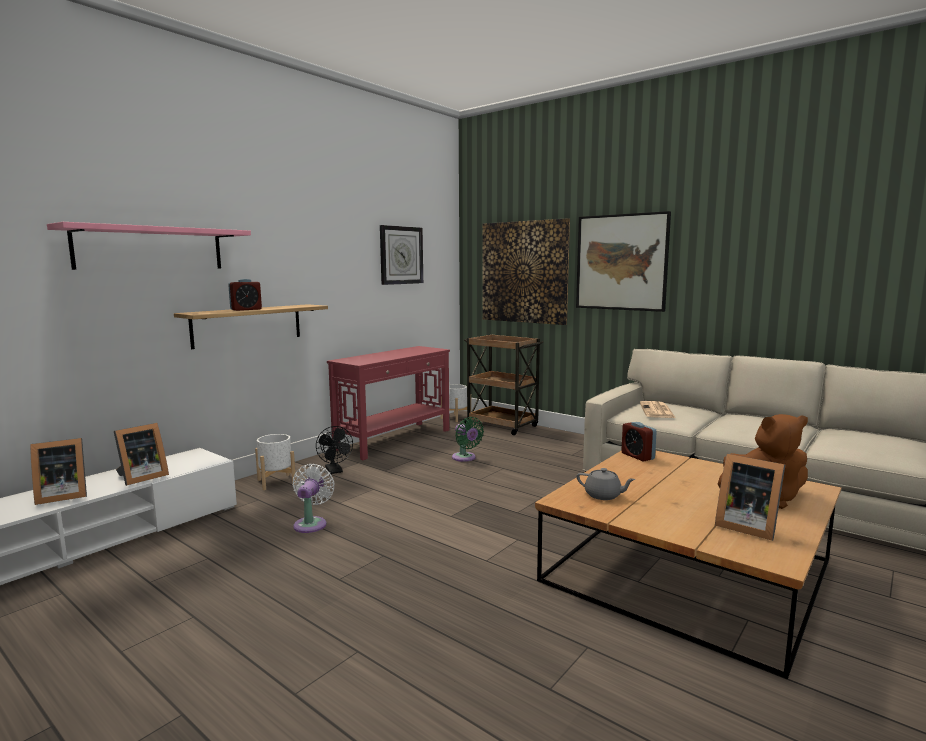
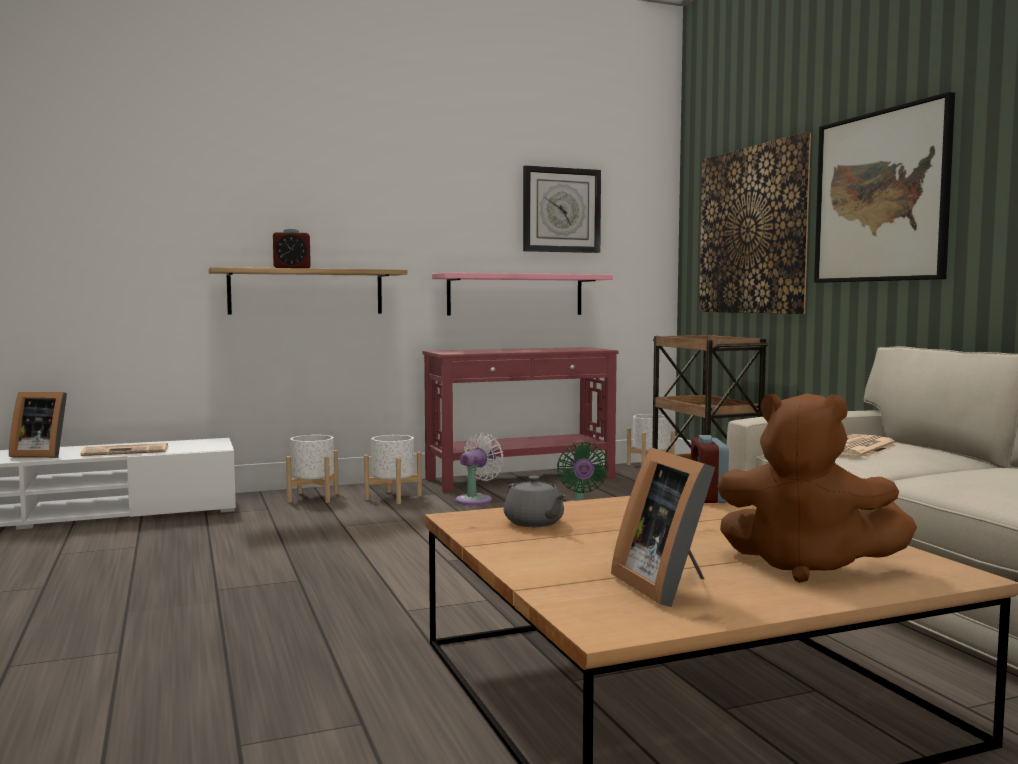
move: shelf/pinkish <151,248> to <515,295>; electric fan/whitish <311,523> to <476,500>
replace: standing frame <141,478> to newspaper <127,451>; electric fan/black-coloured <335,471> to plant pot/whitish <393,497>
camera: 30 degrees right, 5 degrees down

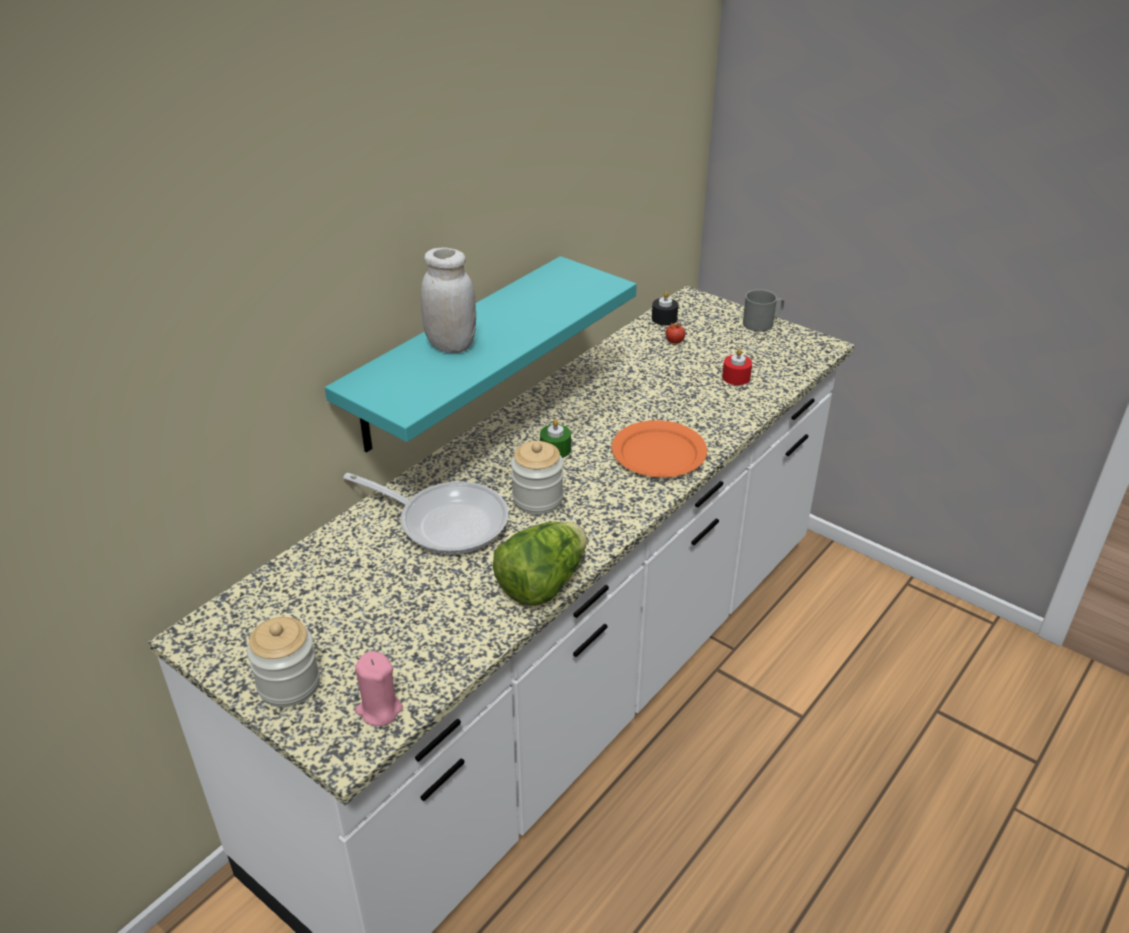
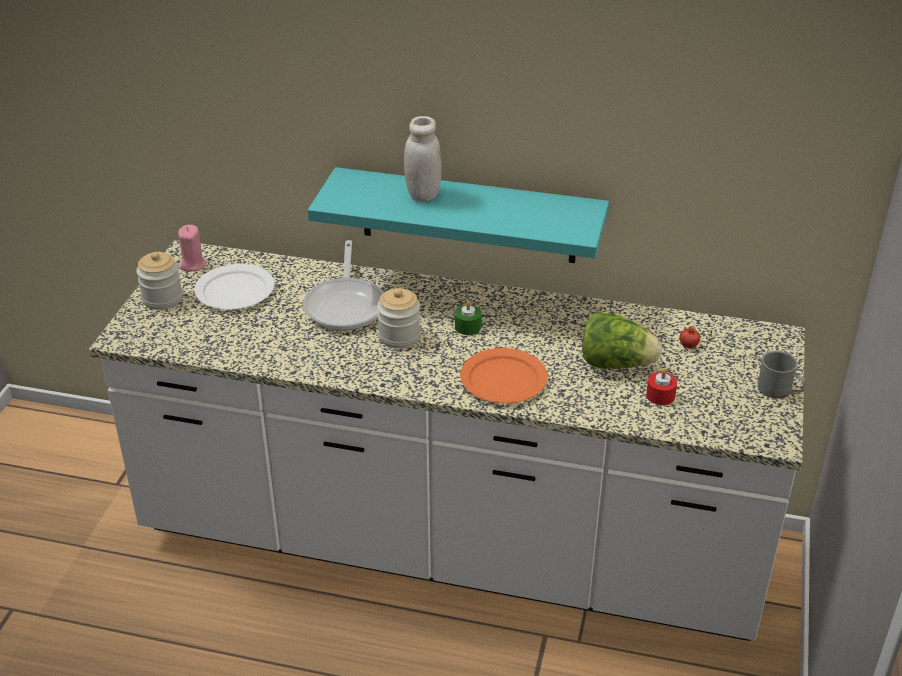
delete: wax light/black-coloured <664,319>
insert: dinner plate/whitish <235,291>
move: wax light/pinkish <379,709> to <192,264>; head of lettuce <542,584> to <616,364>
camera: 65 degrees right, 0 degrees up

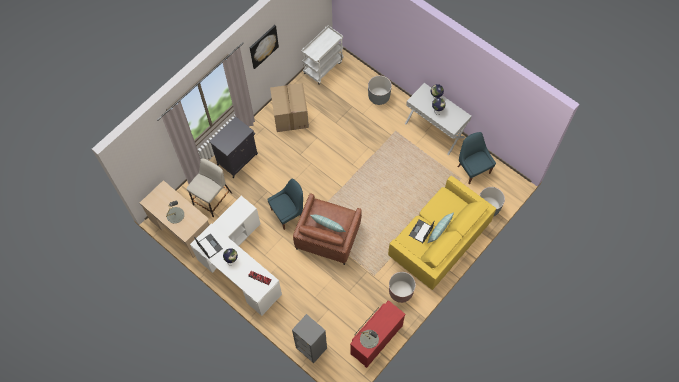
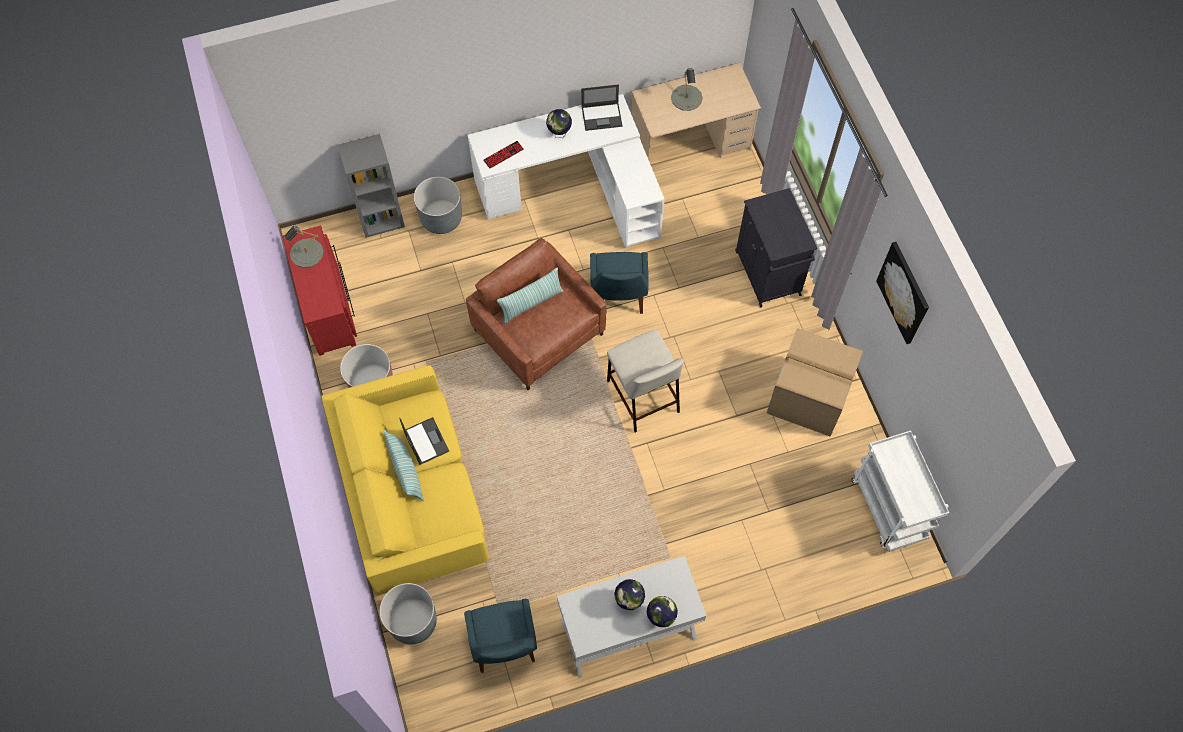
move: stool/beige <212,199> to <642,395>; plant pot/gray <379,96> to <441,218>
rotate: chair/bluish <473,169> = <504,646> 75 degrees clockwise
camera: 120 degrees right, 0 degrees up

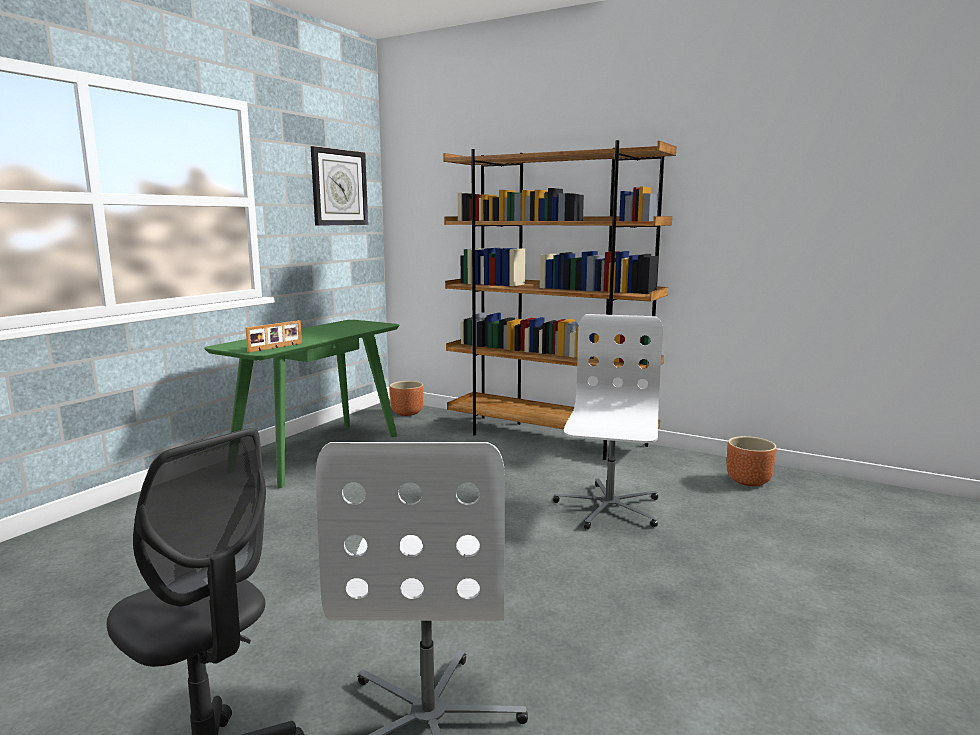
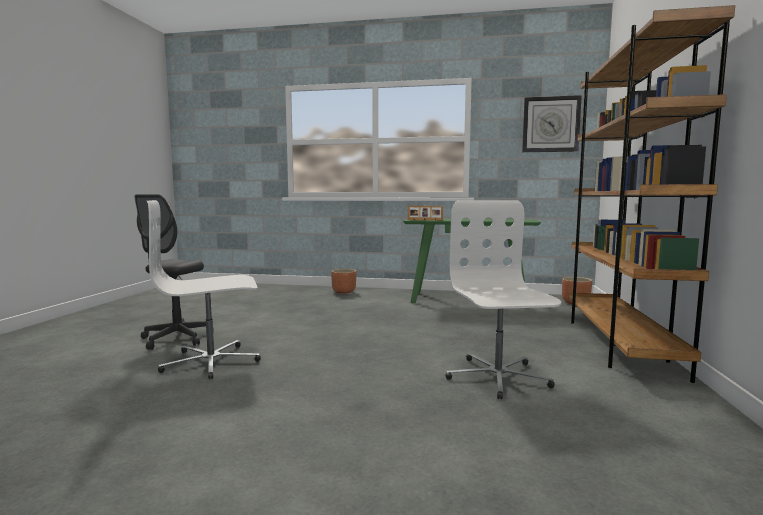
move: plant pot/brown <749,481> to <344,292>
rotate: desk chair/whitish <608,508> = <497,377> 90 degrees counterclockwise
camera: 70 degrees right, 5 degrees down

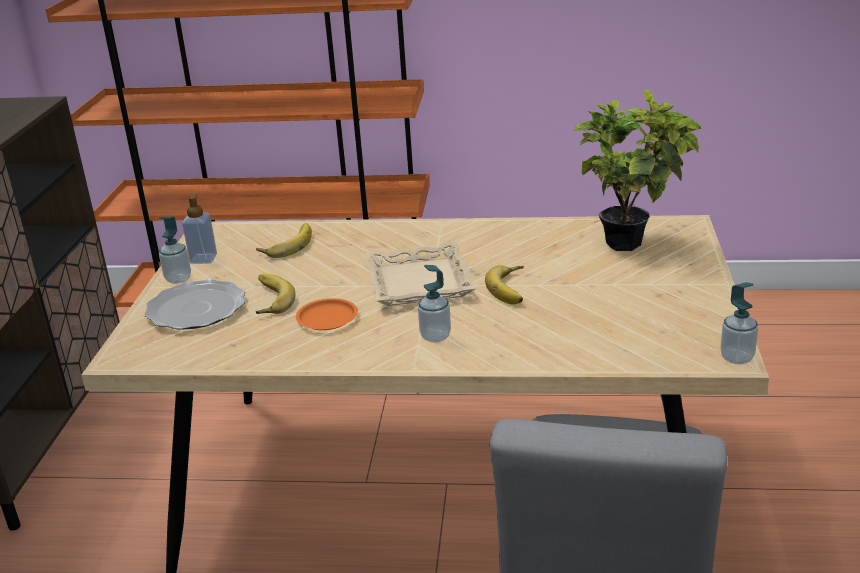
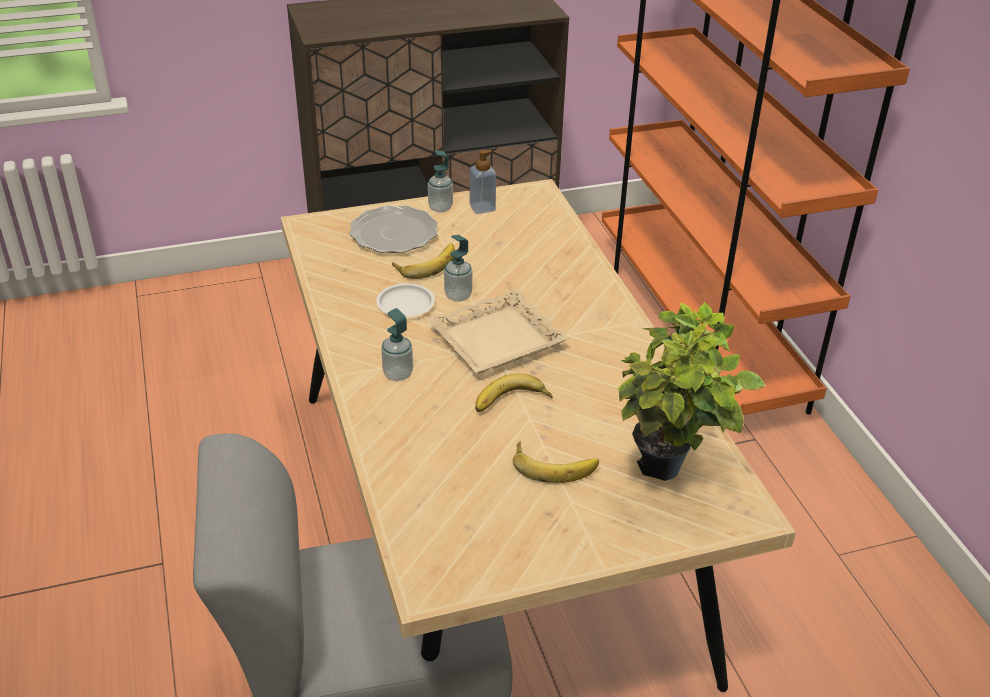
move: whole banana <287,244> to <554,464>; soap bottle <736,358> to <458,296>
recolor: dinner plate/orangey <327,319> to dinner plate/whitish <405,305>
camera: 65 degrees right, 10 degrees up

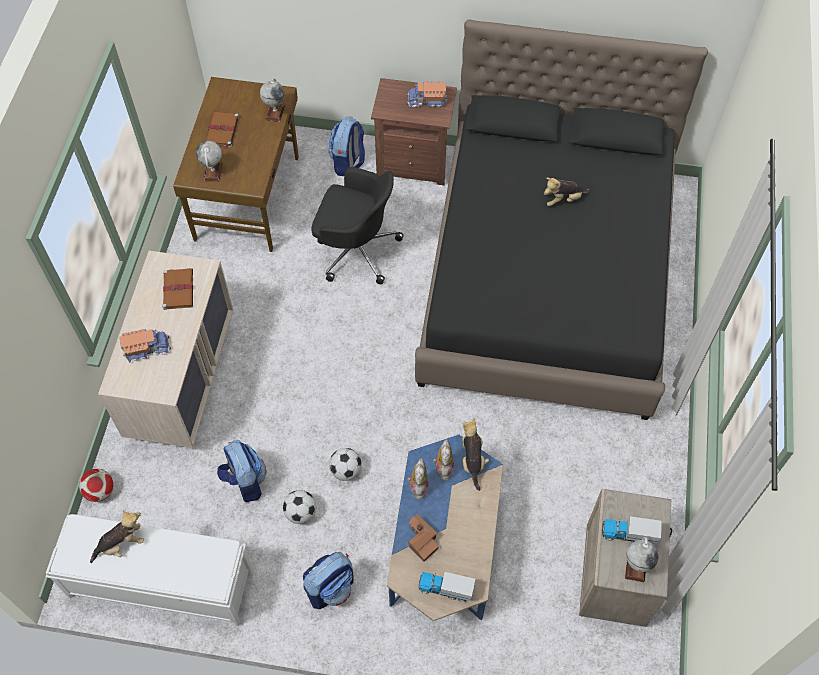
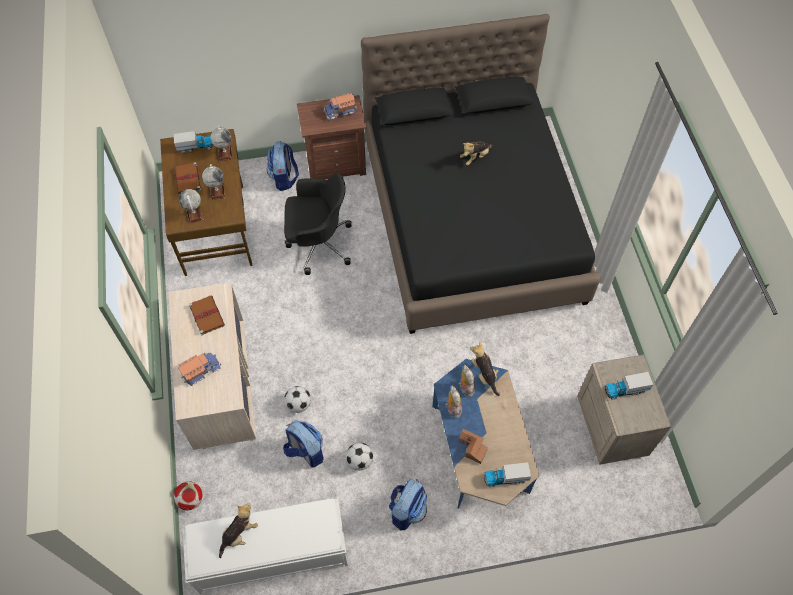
insert: toy lorry <195,147>
move: ball for football <346,470> to <298,404>; desk globe <635,566> to <217,191>
camera: 20 degrees left, 0 degrees up

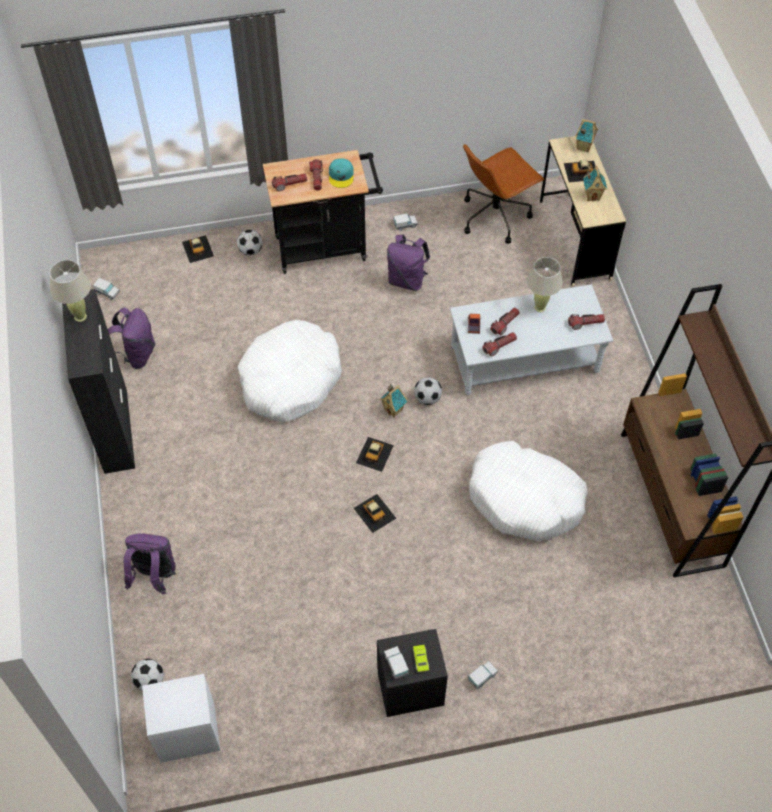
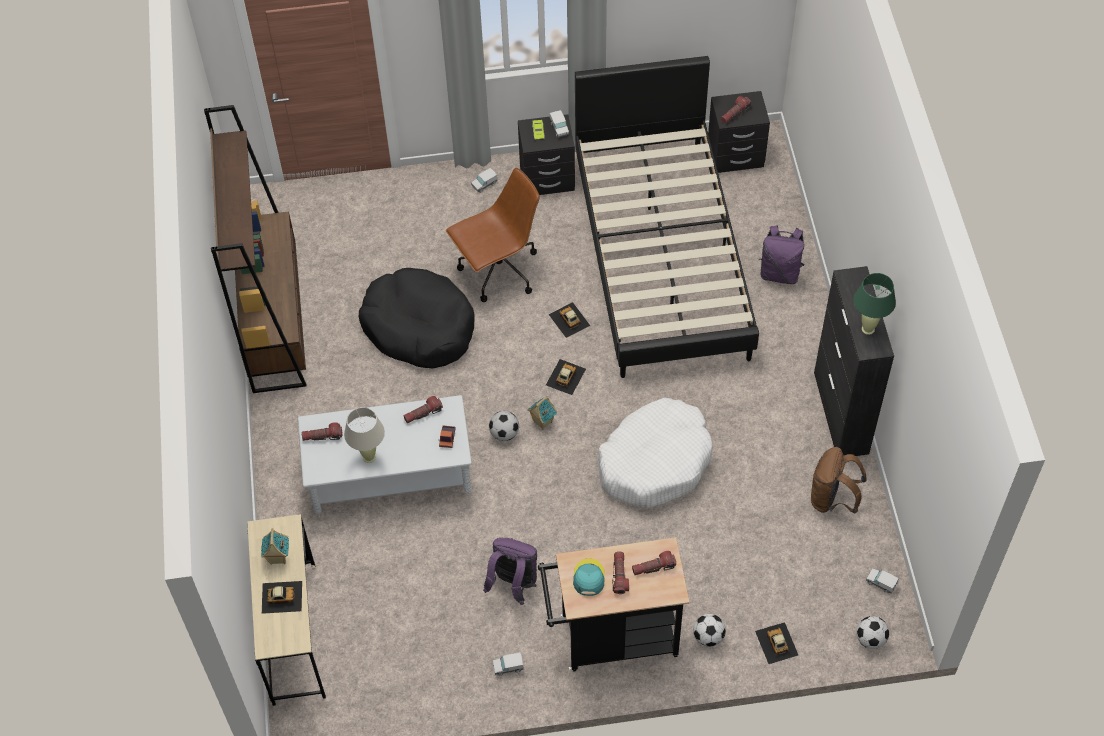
delete: model house <583,147>
insert: sleeping bed/black-coloured <661,256>
move: ball for football <150,680> to <870,639>; desk chair/brown <495,216> to <498,272>; hand torch <505,324> to <735,113>
recolor: table lamp/beige <80,316> to table lamp/greenish <867,329>; rucksack/purple-coloured <136,355> to rucksack/brown <832,499>; night table/whitish <188,733> to night table/black-coloured <735,155>; pet bed/whitish <525,499> to pet bed/black-coloured <419,327>
camera: 175 degrees left, 0 degrees up

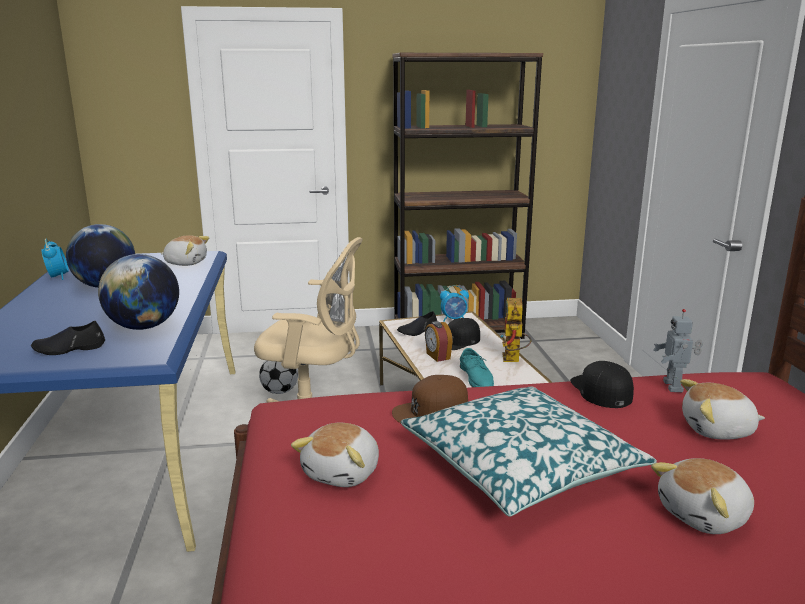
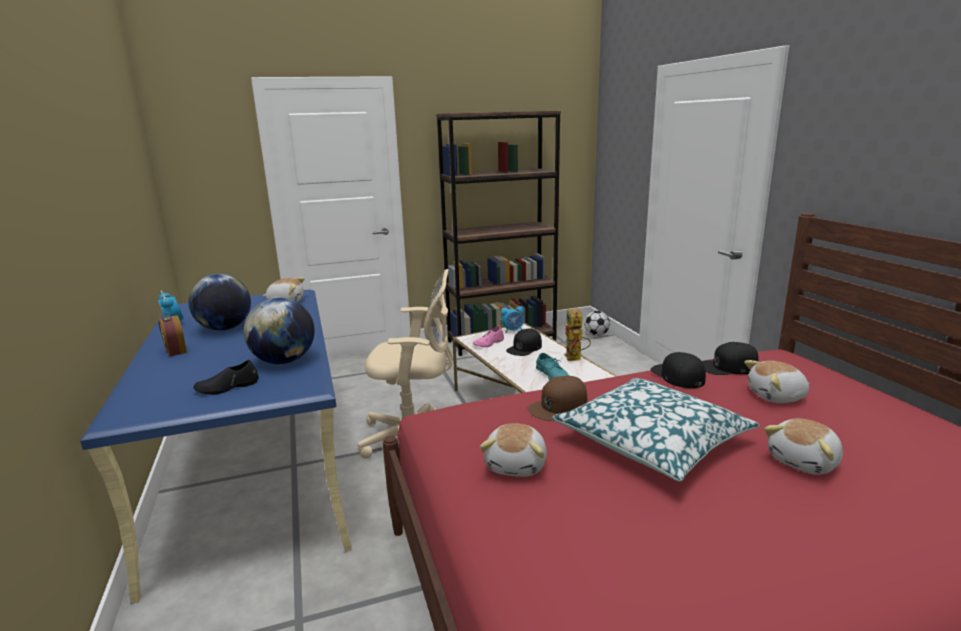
move: ball for football <279,392> to <596,335>; bedside clock <437,356> to <175,351>
replace: robot figure <674,386> to cap/black-coloured <728,367>
recolor: low shoe/black-coloured <418,331> to low shoe/pinkish <488,343>
camera: 10 degrees left, 0 degrees up

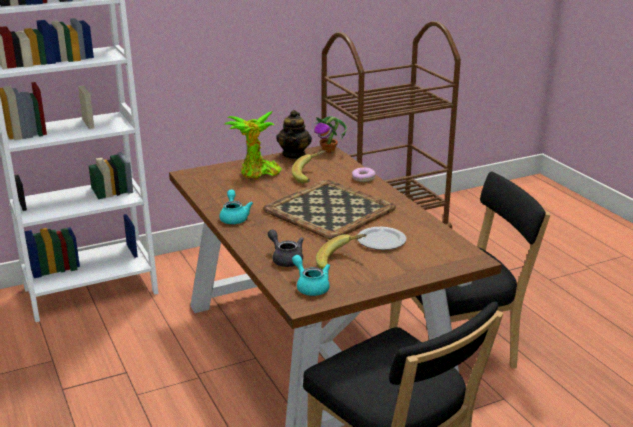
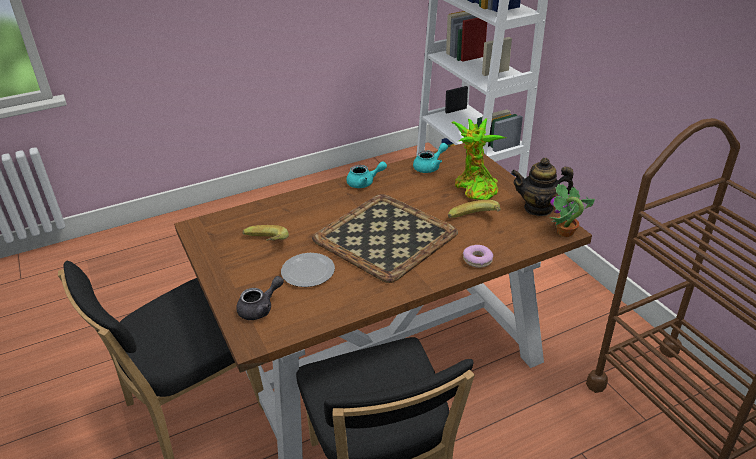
move: pot for tea/gray <285,259> to <260,308>; pot for tea/blue-green <310,286> to <430,167>
camera: 90 degrees right, 10 degrees up

